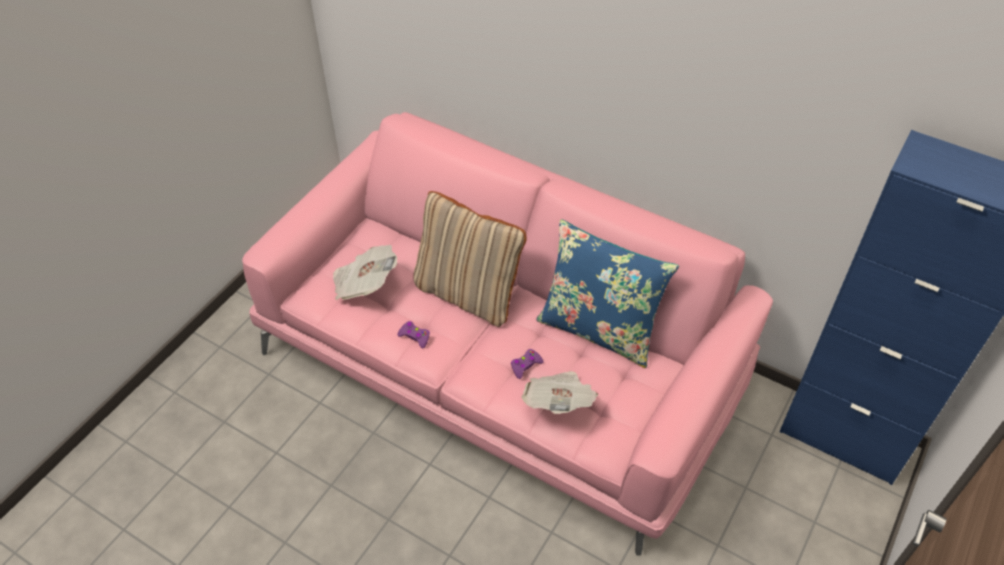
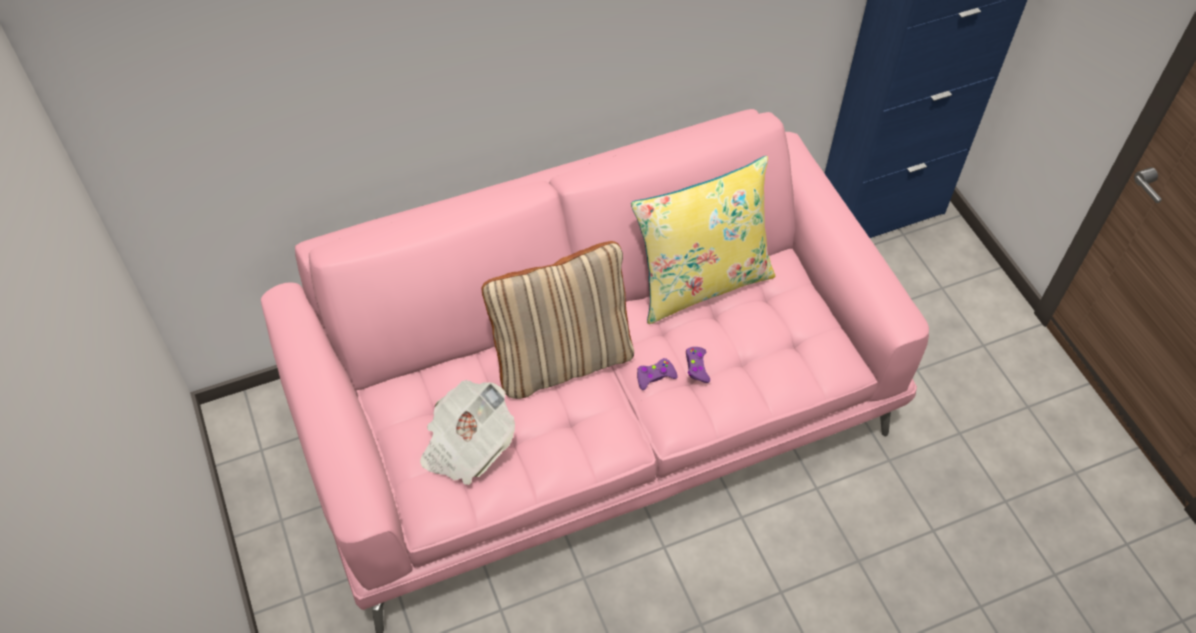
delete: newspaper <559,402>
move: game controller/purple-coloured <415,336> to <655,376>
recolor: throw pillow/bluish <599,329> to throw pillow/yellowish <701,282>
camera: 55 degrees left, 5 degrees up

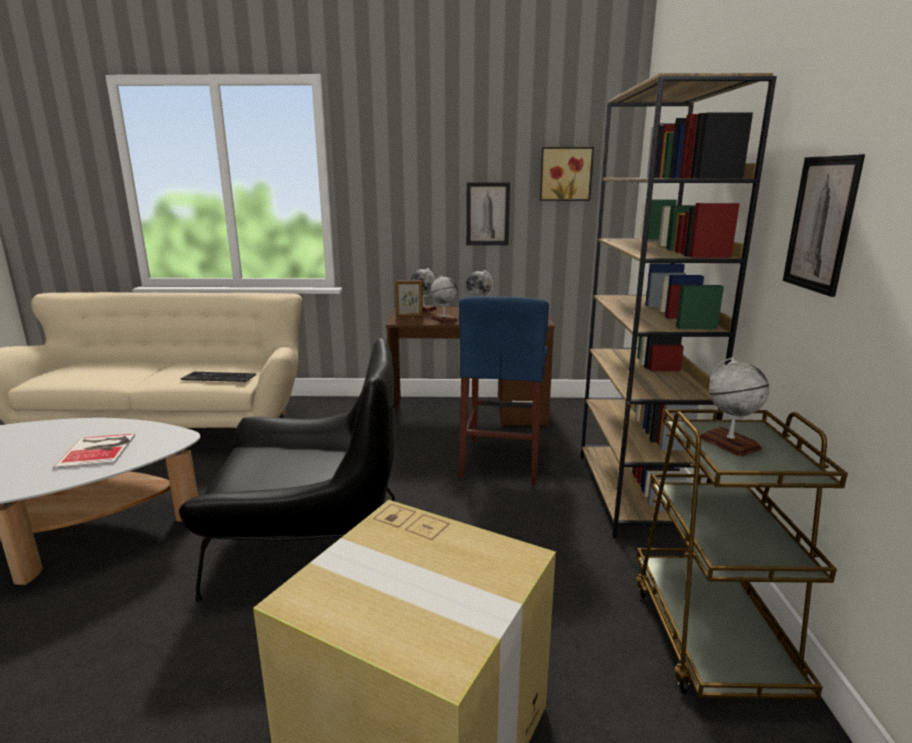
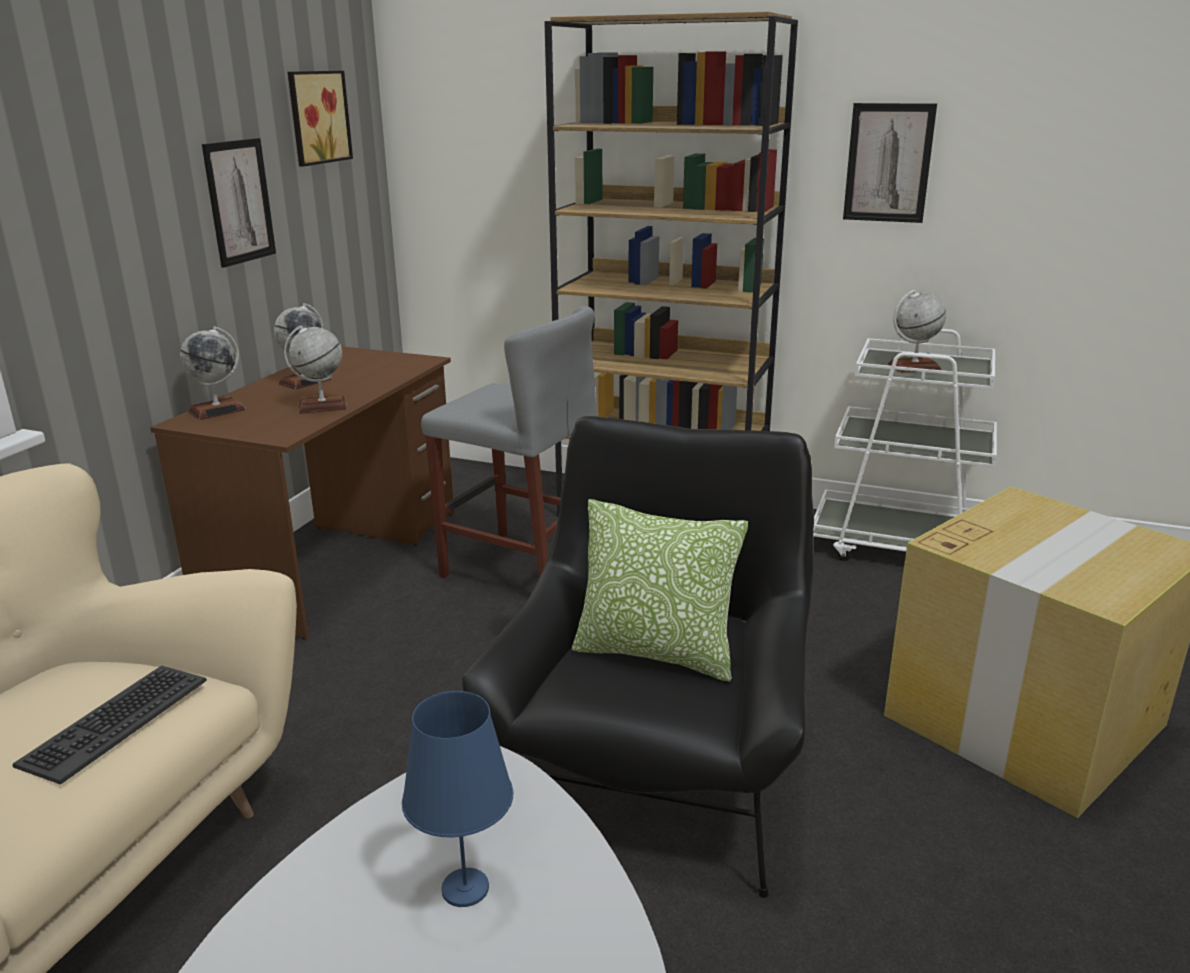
delete: standing frame <409,316>
insert: throw pillow <655,653>
replace: bound book <99,450> to table lamp/bluish <466,888>
recolor: stool/bluish <501,460> to stool/gray <523,568>; cart/brown <711,635> to cart/whitish <902,547>
camera: 70 degrees left, 5 degrees up

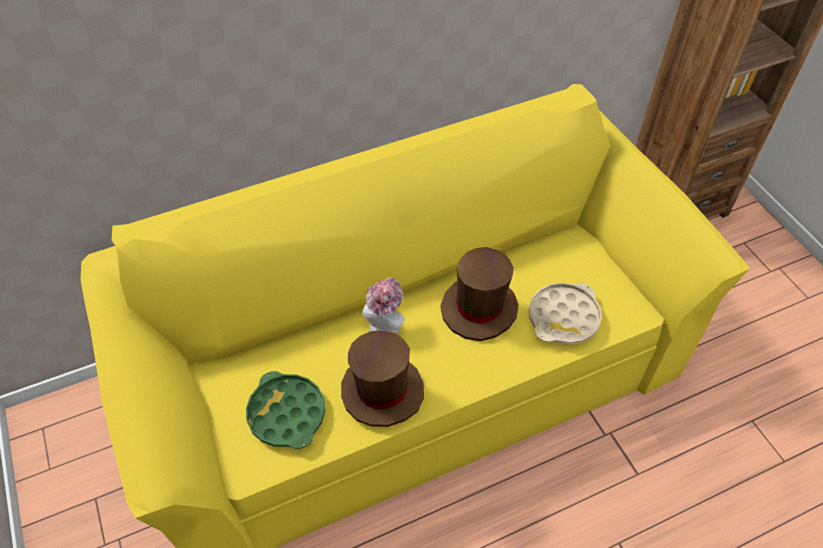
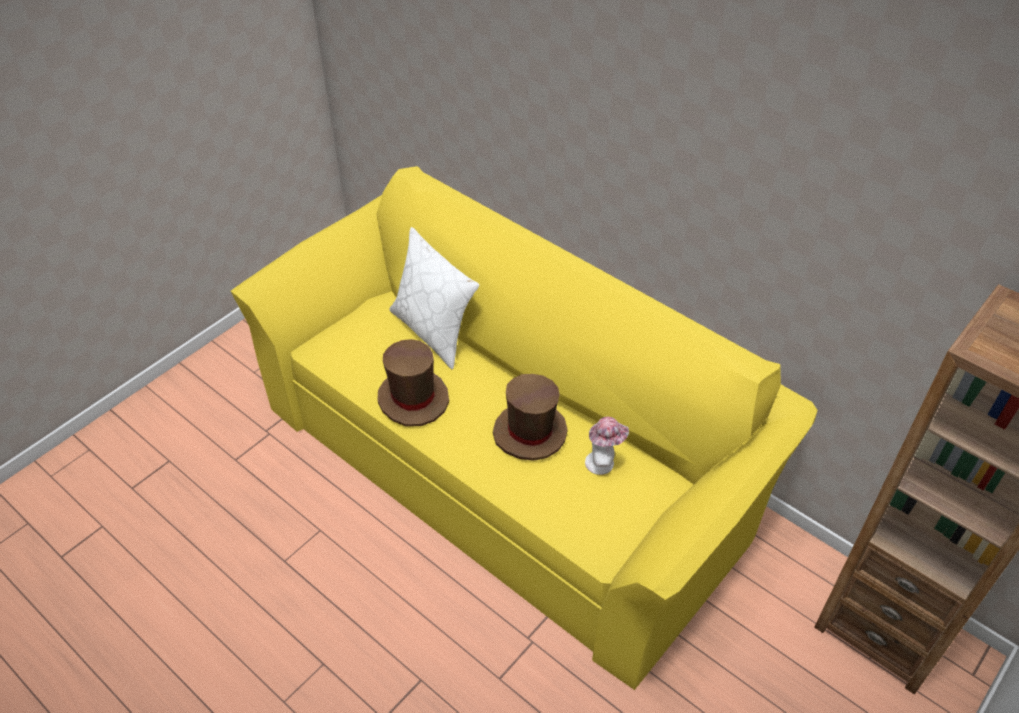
delete: carrying tray/greenish <287,414>; carrying tray/beige <563,317>
insert: throw pillow/whitish <434,331>
move: wearable hat <385,326> to <603,462>
camera: 65 degrees right, 5 degrees down

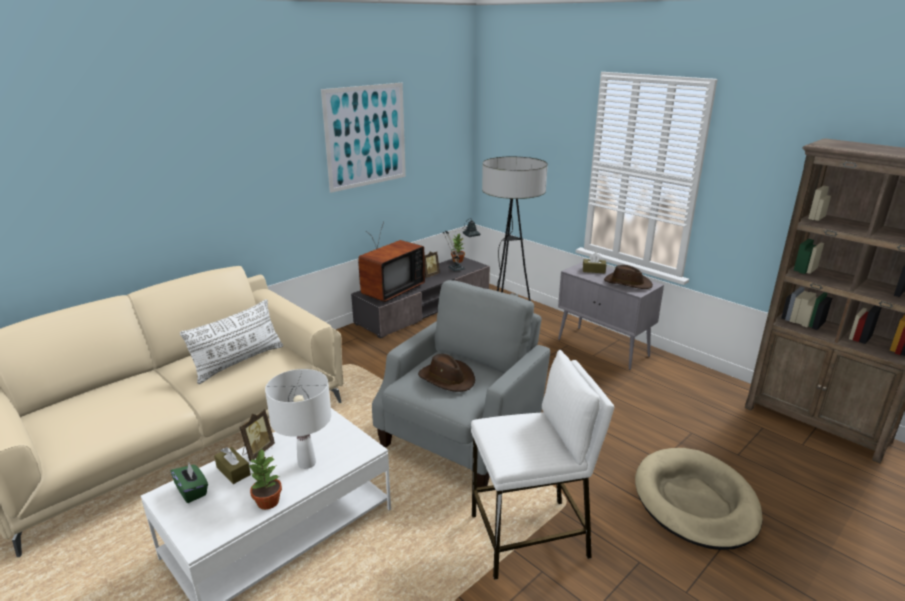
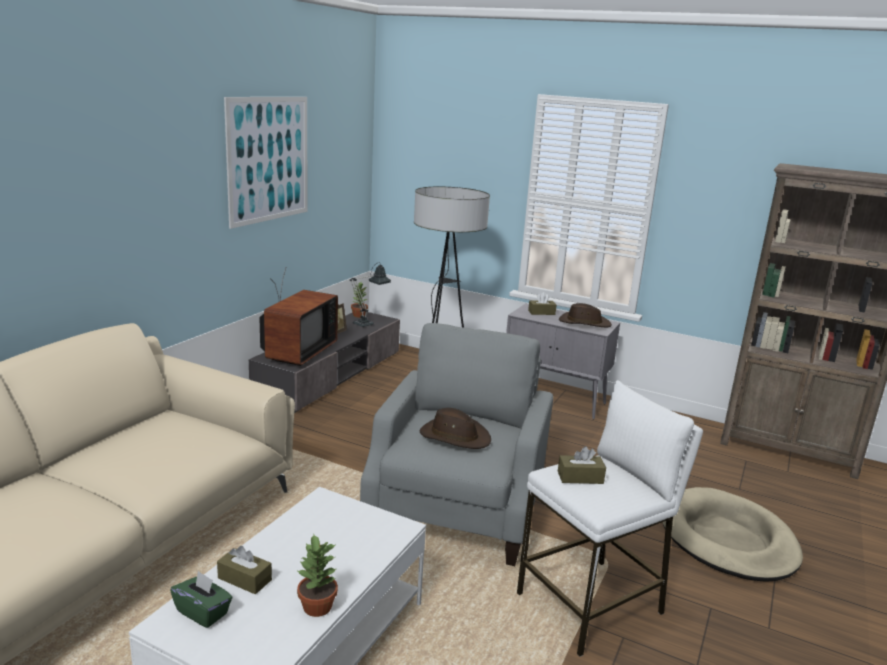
delete: throw pillow/whitish <239,362>; standing frame <257,451>; table lamp/whitish <307,463>
insert: box of tissues/brown <580,477>
camera: 20 degrees left, 5 degrees down

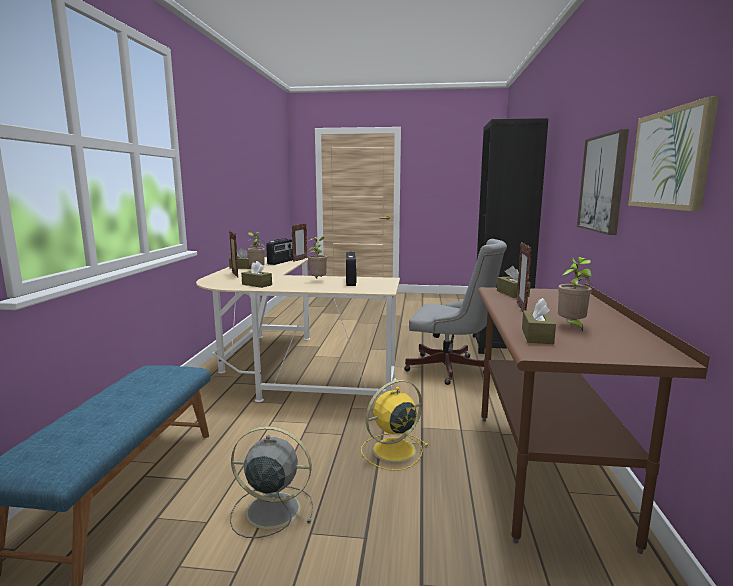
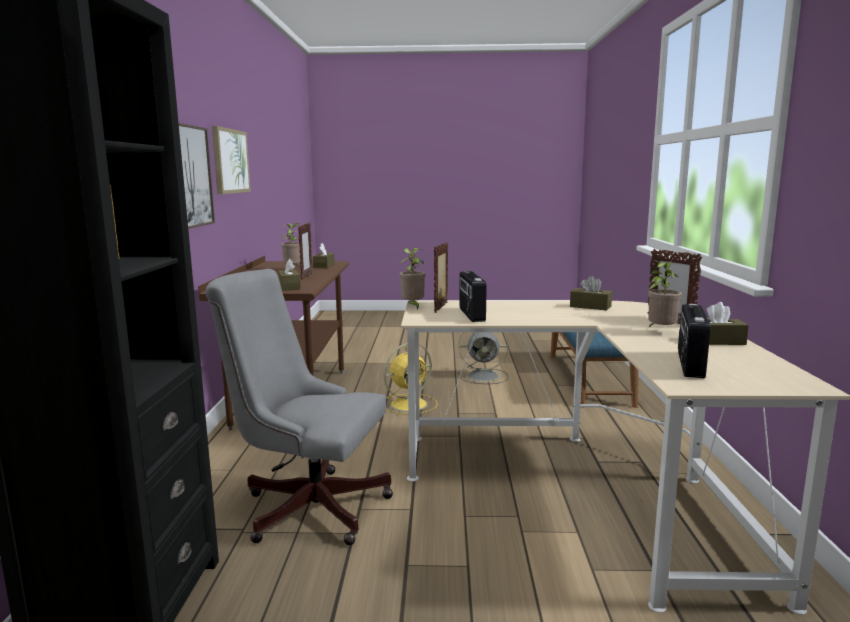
move: standing frame <300,260> to <441,307>; plant in a pot <318,281> to <413,307>
camera: 175 degrees right, 0 degrees up

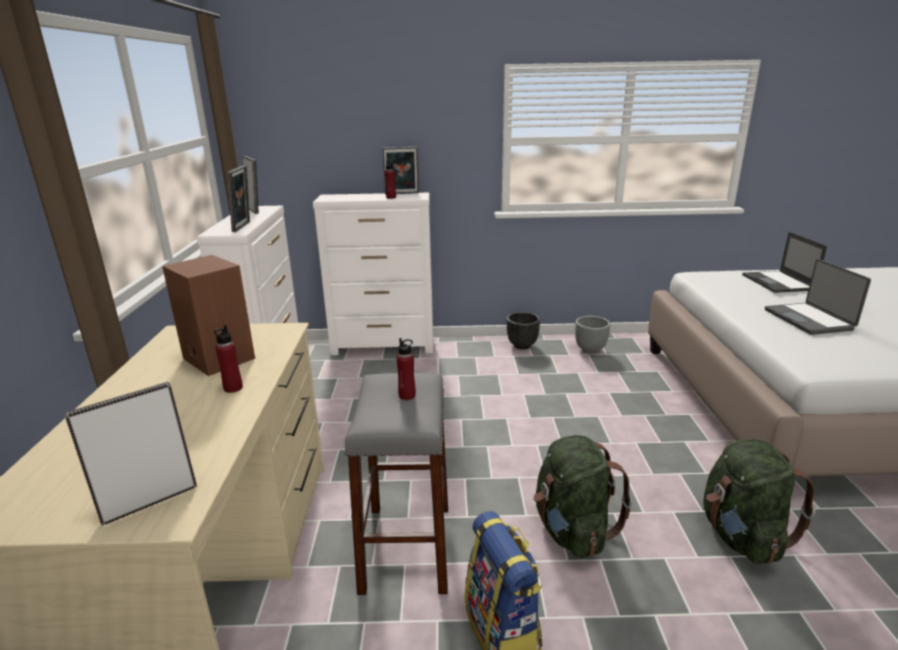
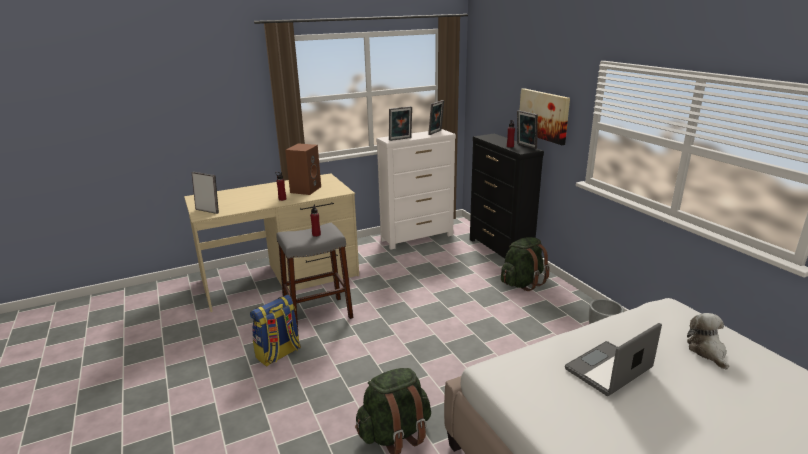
delete: plant pot/black-coloured <522,345>
insert: wall art <544,115>
move: rucksack/greenish <572,530> to <522,283>
replace: portable computer <778,282> to soft toy <707,351>
recolor: dresser/whitish <384,346> to dresser/black-coloured <500,251>
camera: 65 degrees right, 0 degrees up

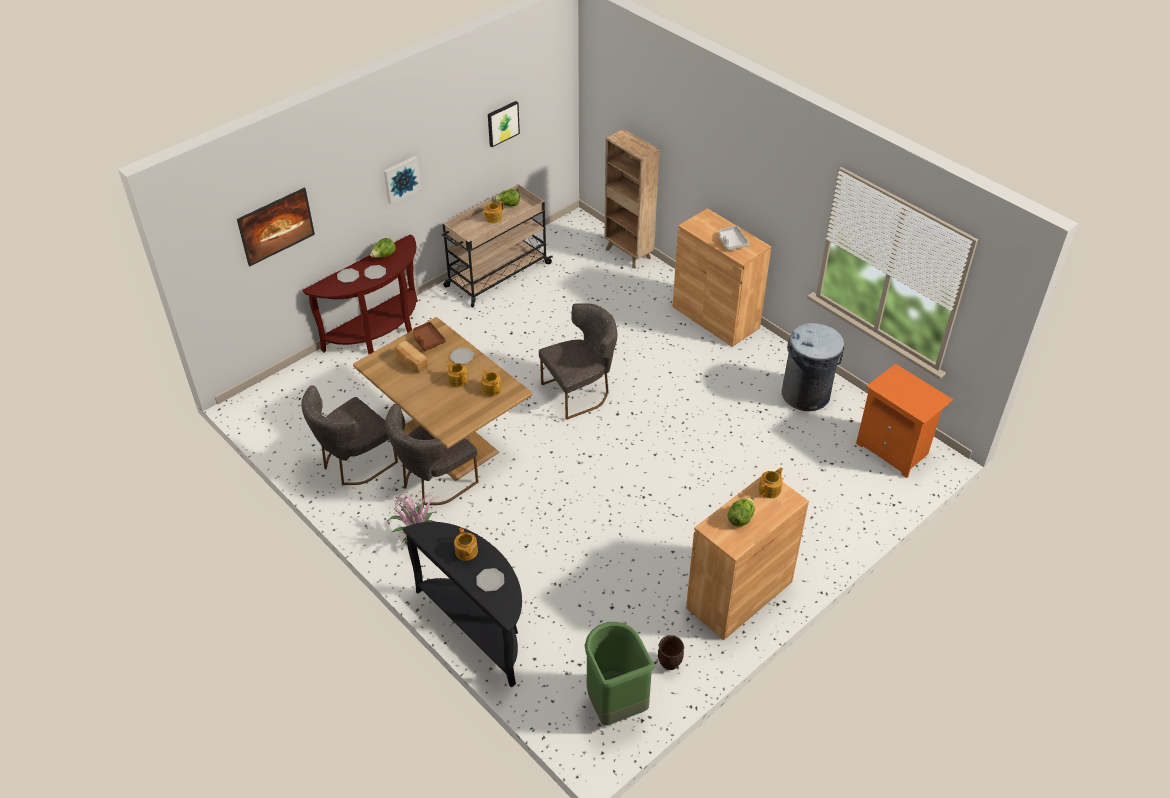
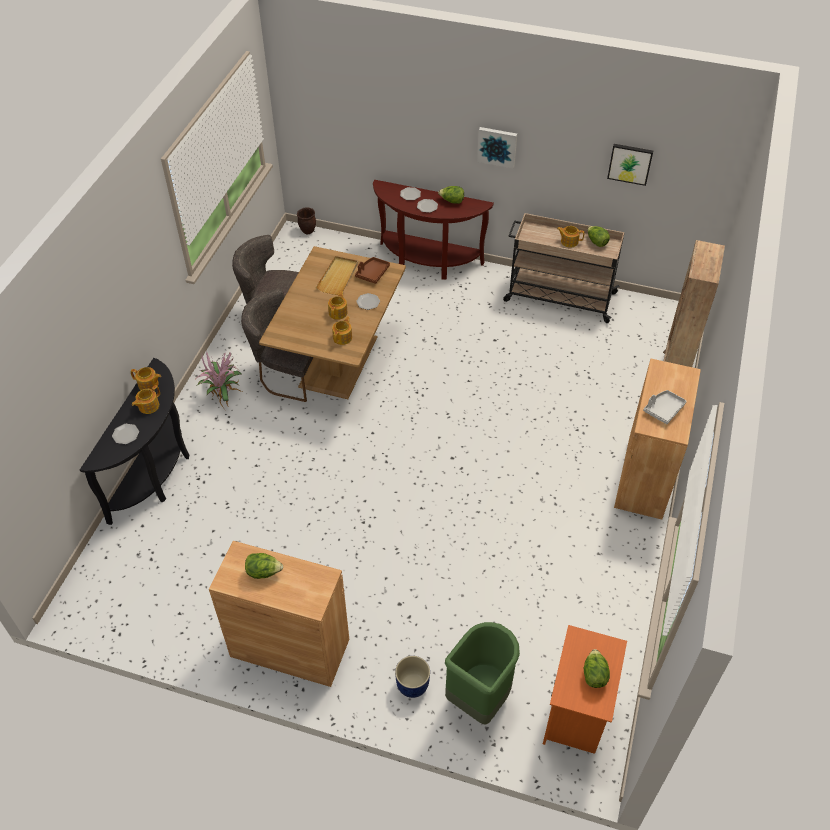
delete: wall art <279,238>; chair/gray <580,392>; waste bin/gray <806,395>
insert: plant pot/bluish <412,685>; head of lettuce <594,675>
move: waste bin/greenish <614,704> to <479,697>; plant pot/brown <669,664> to <307,231>; pot for tea <770,489> to <148,384>
replace: bread <411,363> to carrying tray/beige <338,277>
camera: 60 degrees right, 5 degrees up

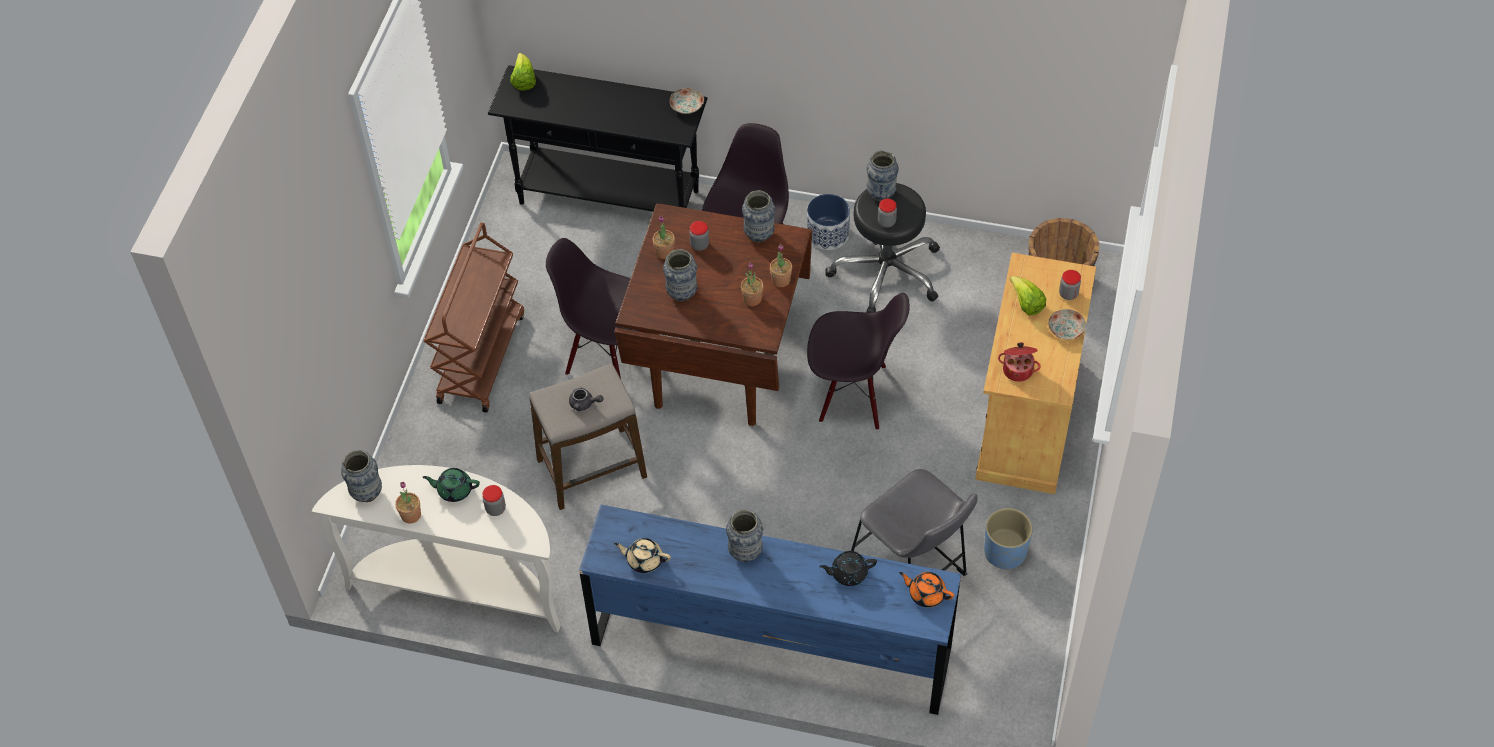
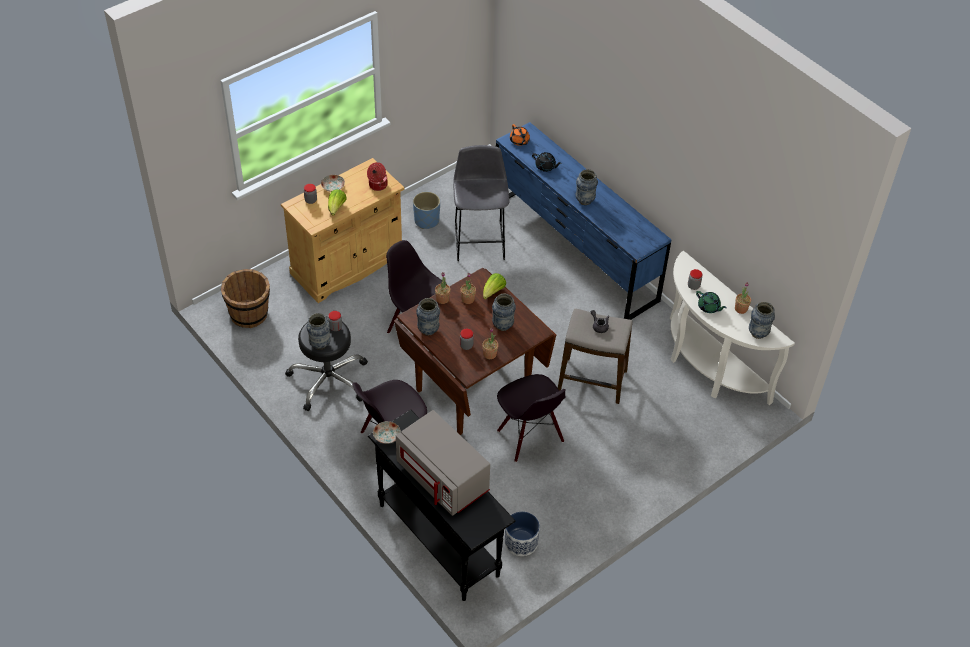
delete: cart/brown <481,357>; pot for tea/beige <644,560>
insert: microwave/gray <443,478>
move: head of lettuce <523,81> to <493,292>; plant pot <828,235> to <521,542>
camera: 145 degrees left, 5 degrees down

